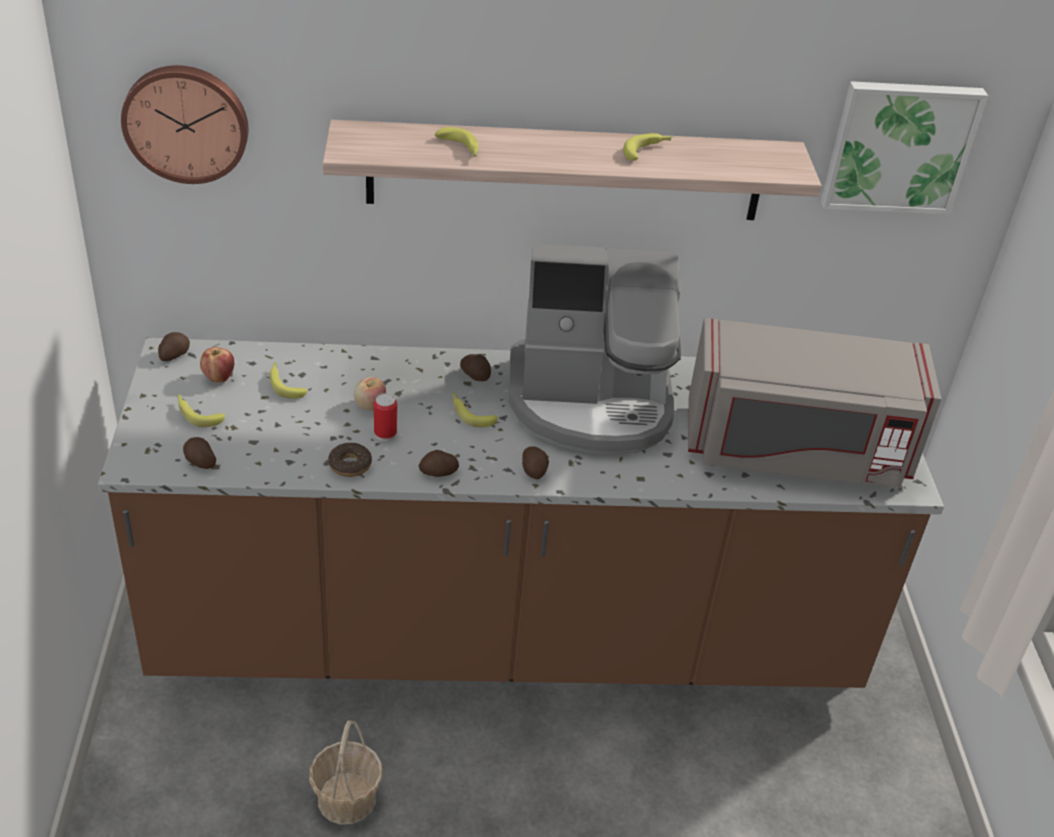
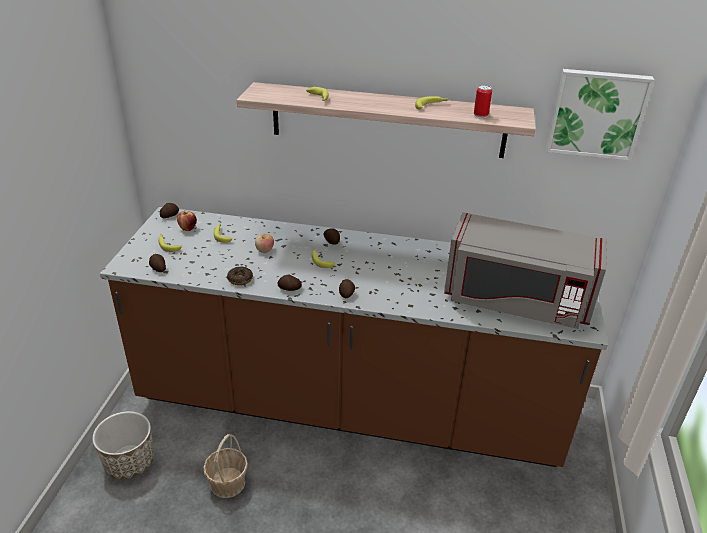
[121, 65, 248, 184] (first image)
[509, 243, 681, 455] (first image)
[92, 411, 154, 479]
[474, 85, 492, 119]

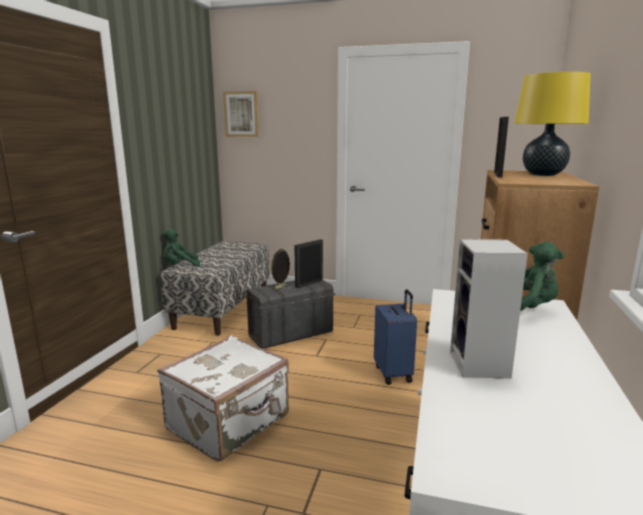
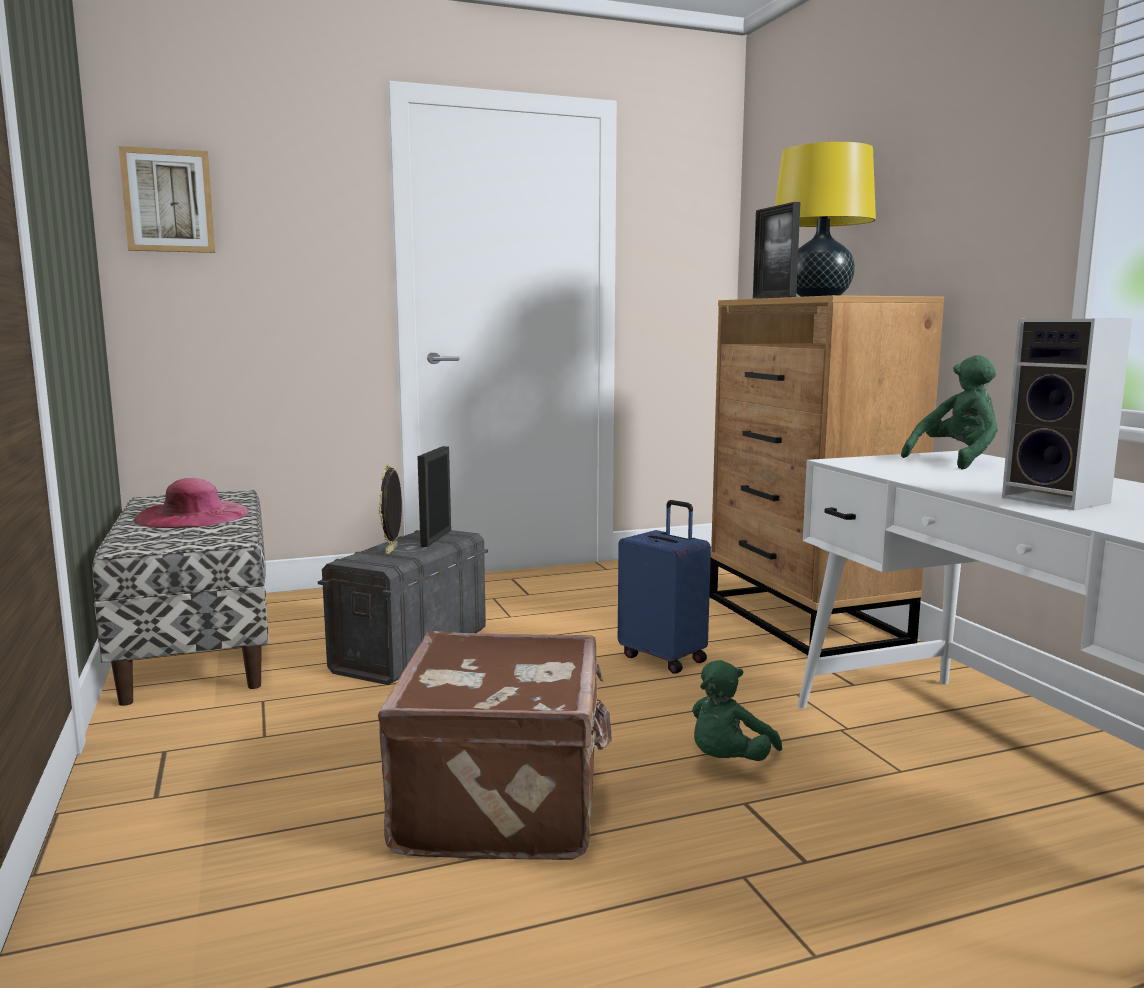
[133, 478, 249, 528]
[692, 660, 782, 761]
[378, 631, 611, 860]

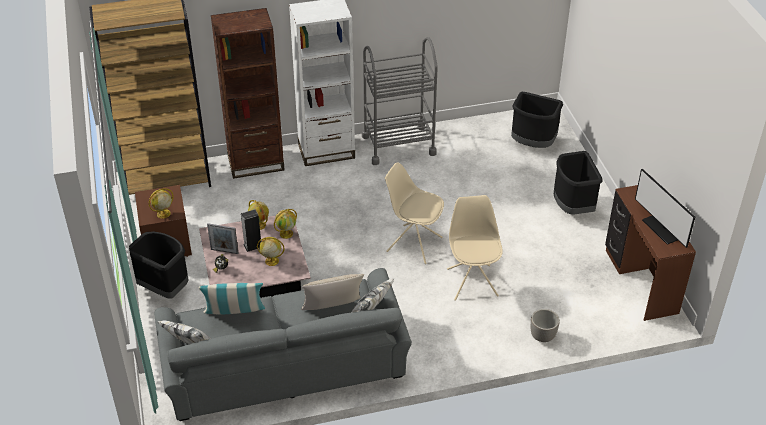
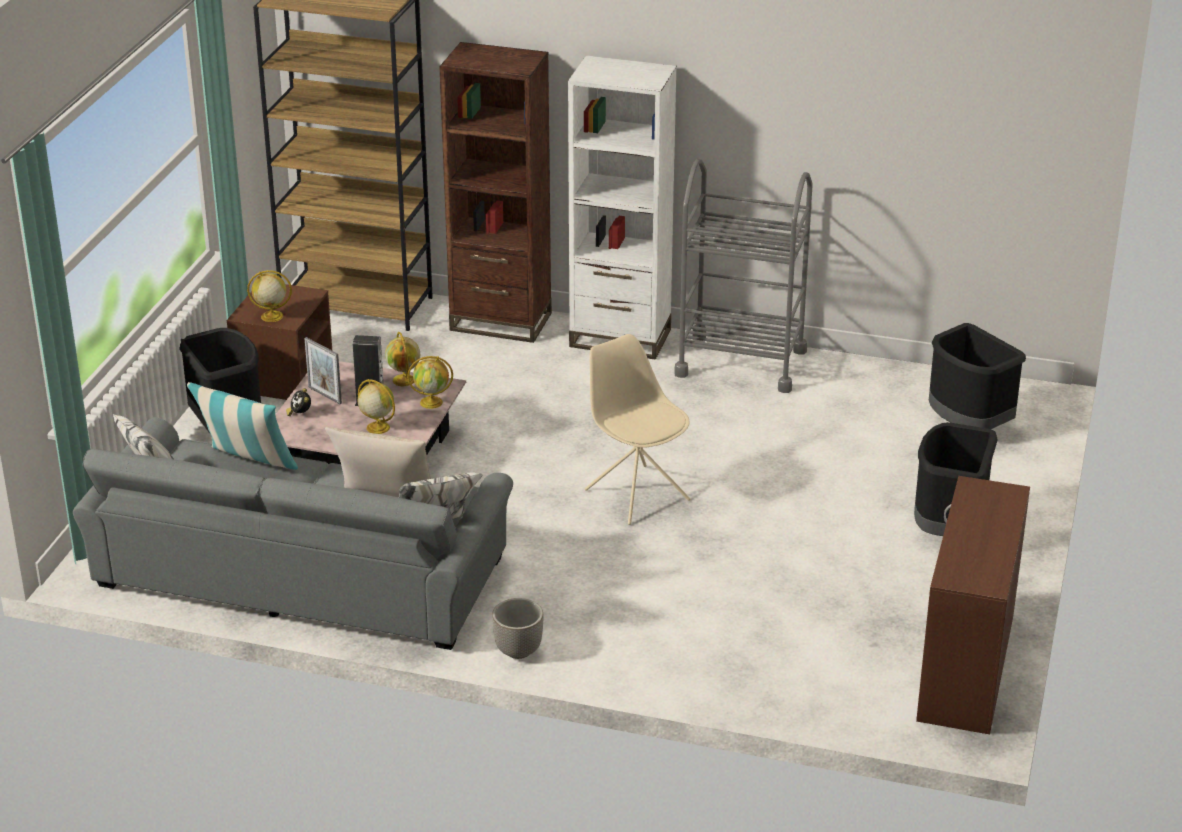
[447, 195, 503, 301] (first image)
[635, 169, 695, 248] (first image)
[492, 598, 544, 659]

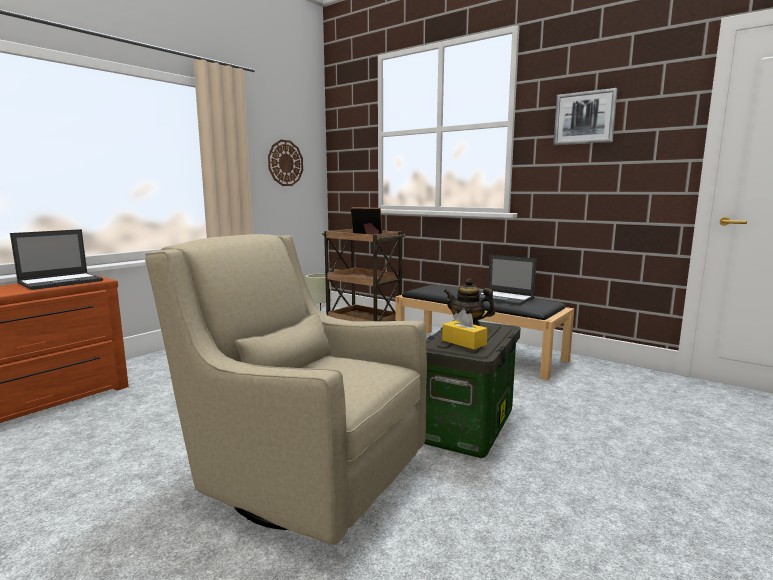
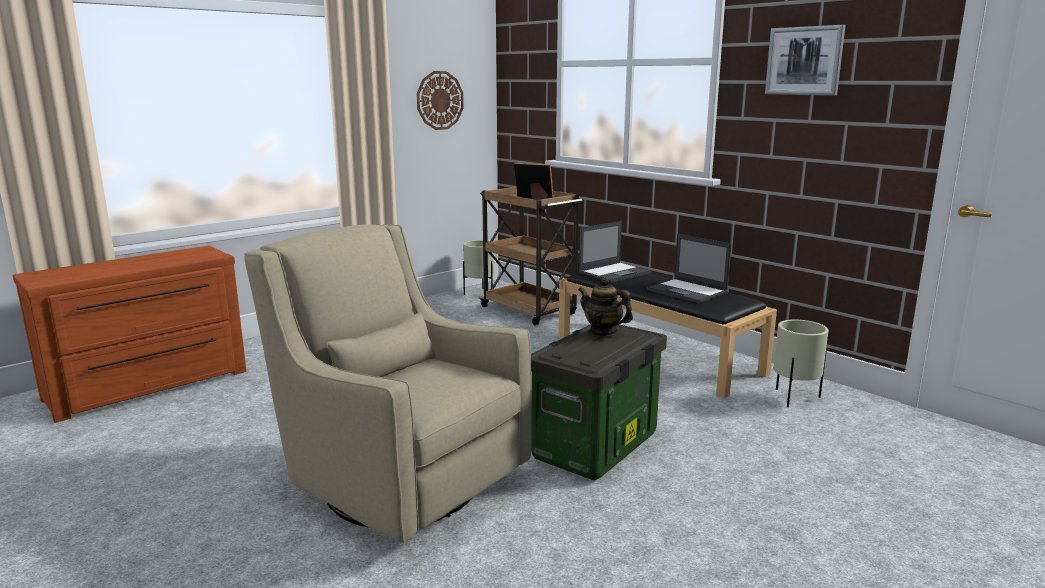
[442, 310, 488, 350] (first image)
[773, 320, 829, 408]
[579, 221, 651, 283]

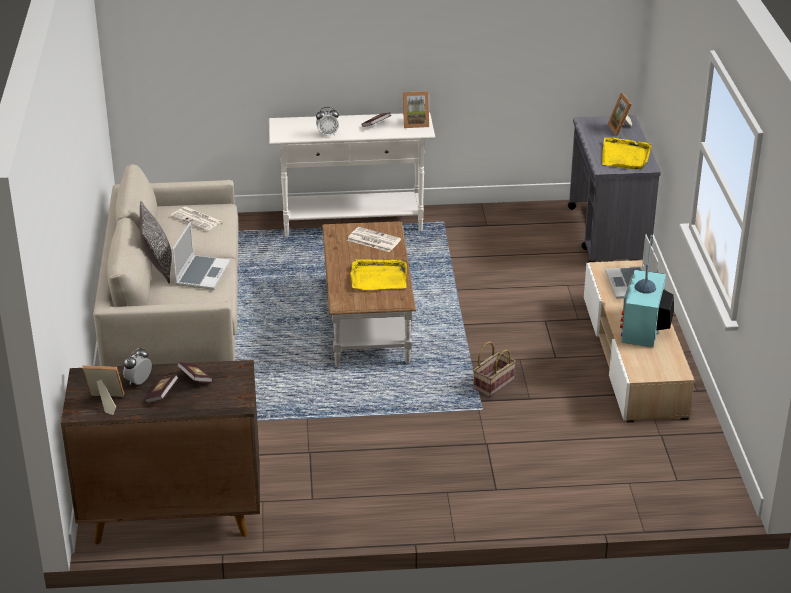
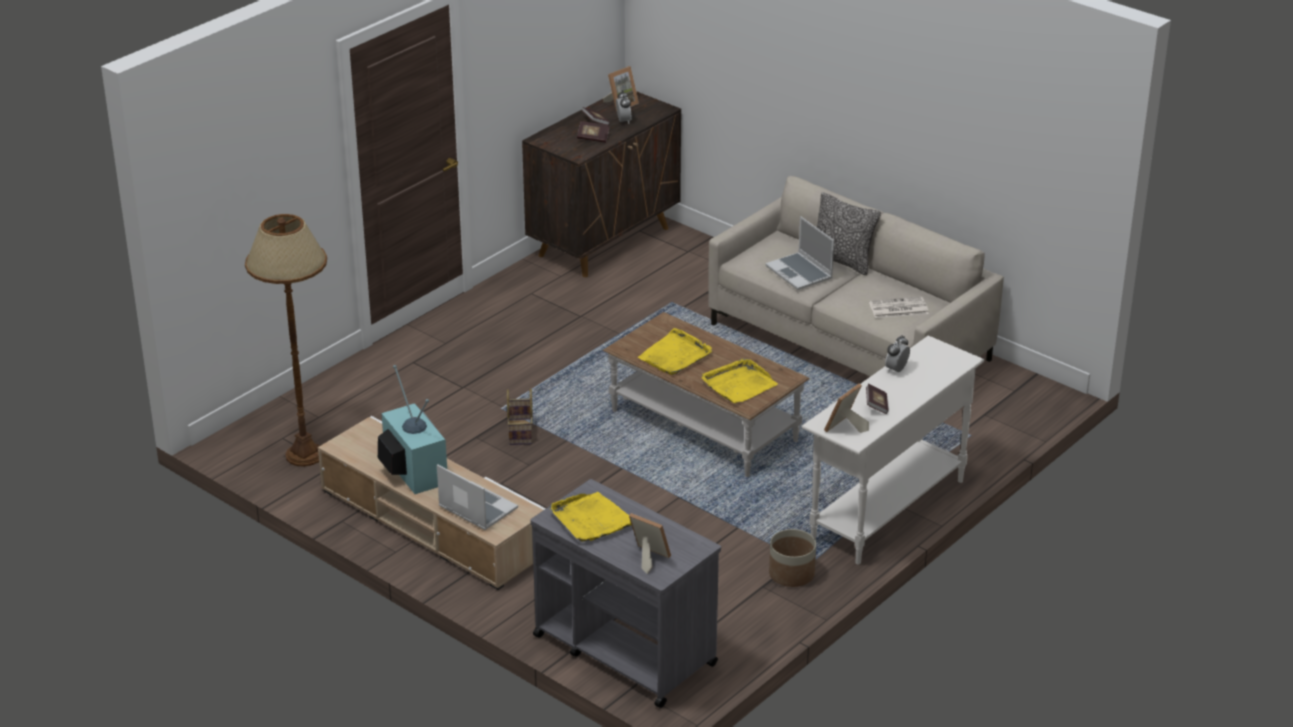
[245, 214, 327, 467]
[769, 529, 816, 587]
[702, 359, 778, 404]

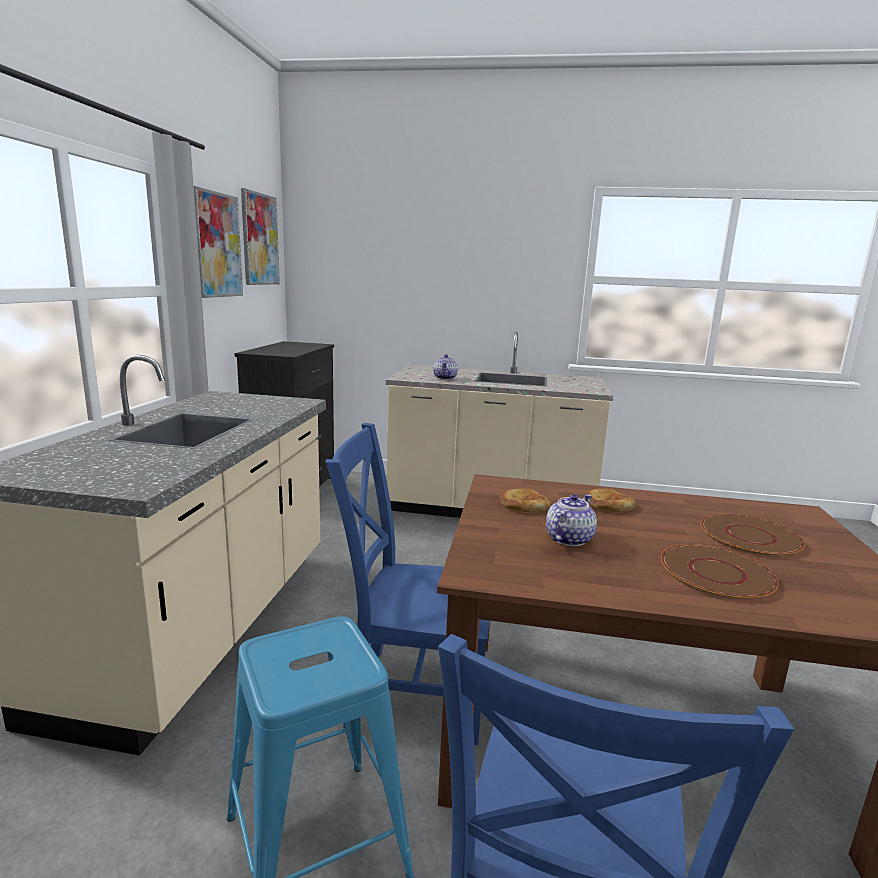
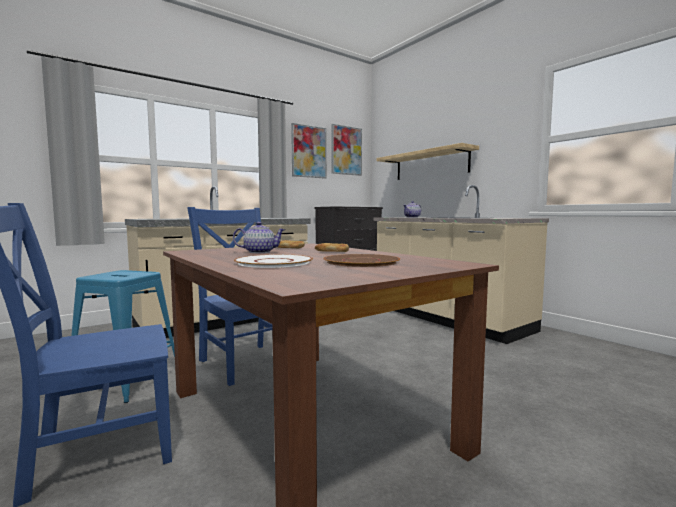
[377, 143, 479, 180]
[234, 255, 313, 268]

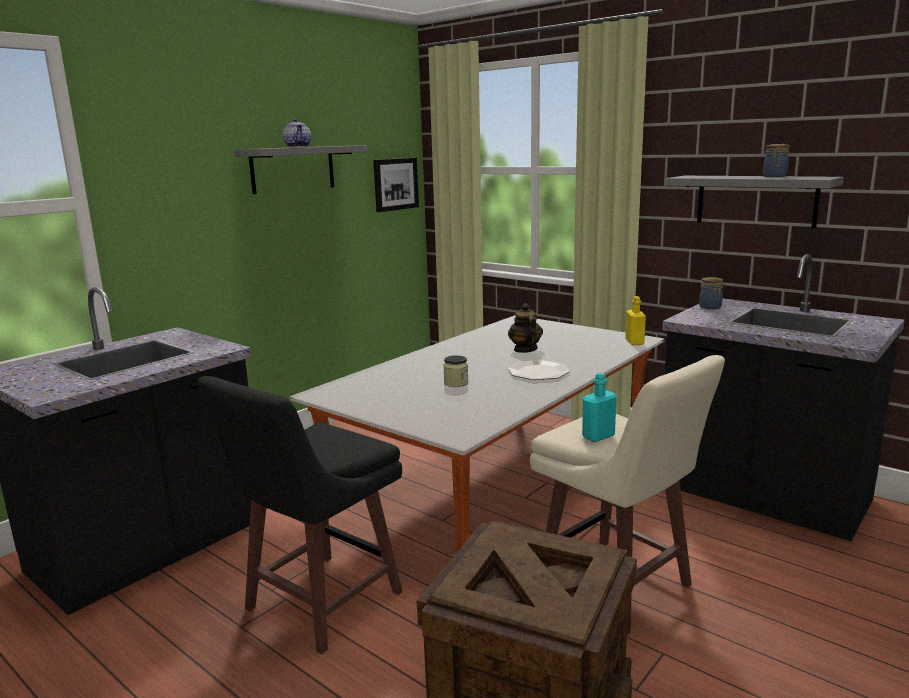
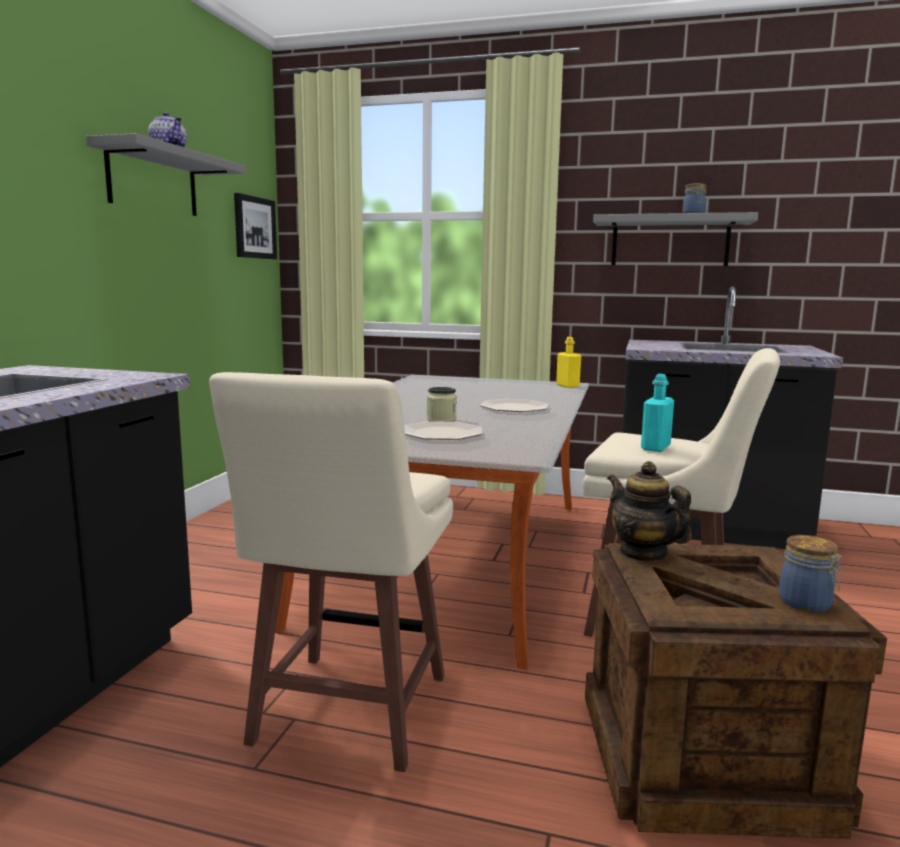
[404, 421, 483, 440]
[607, 461, 692, 562]
[779, 535, 842, 613]
[209, 372, 453, 772]

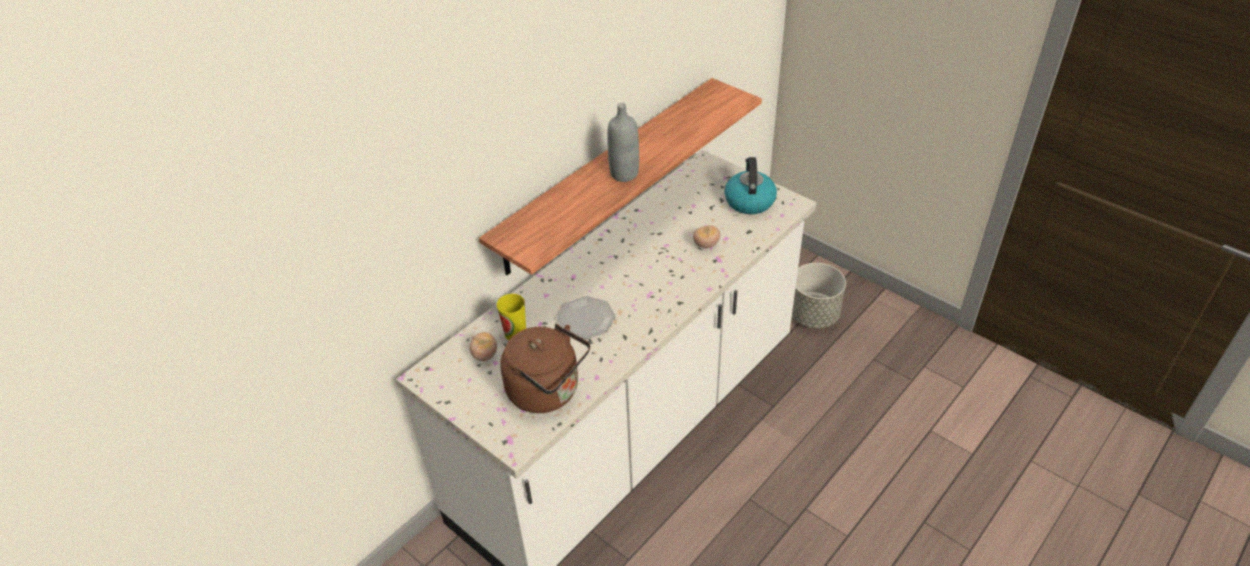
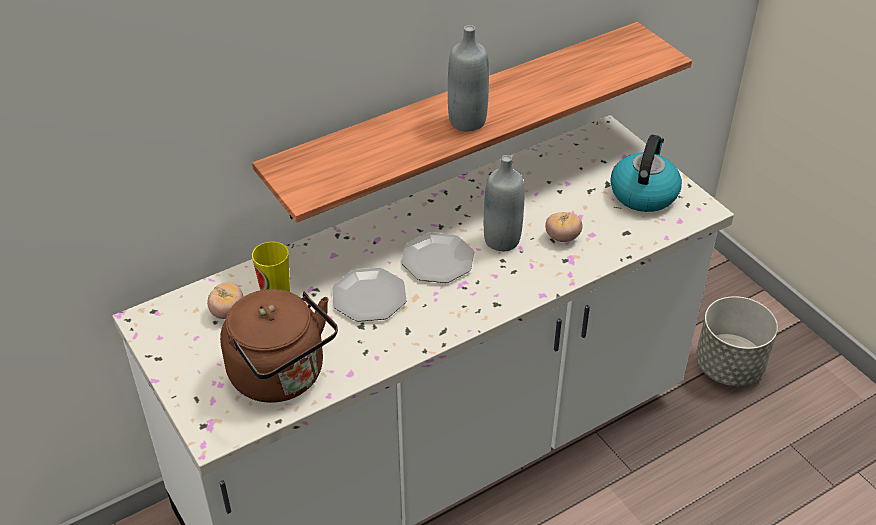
[401, 232, 474, 283]
[484, 155, 525, 251]

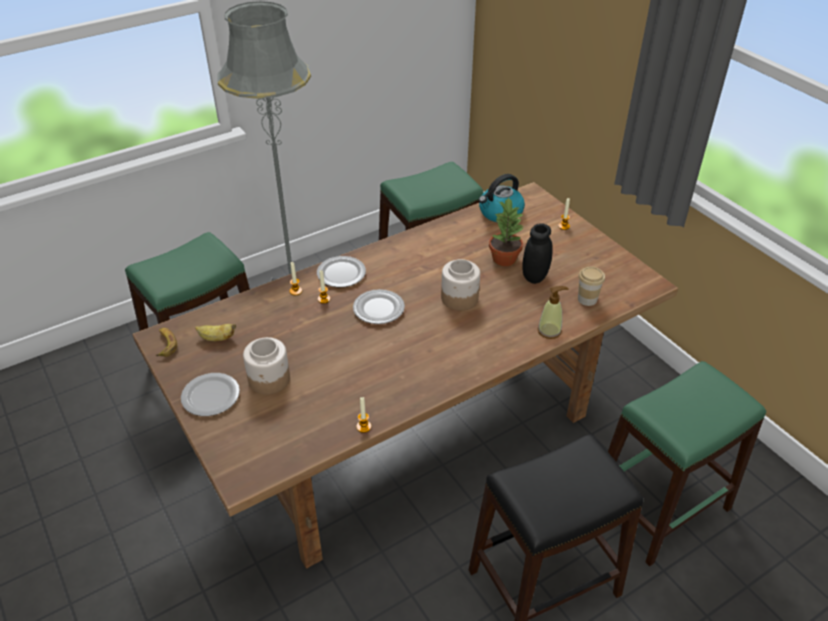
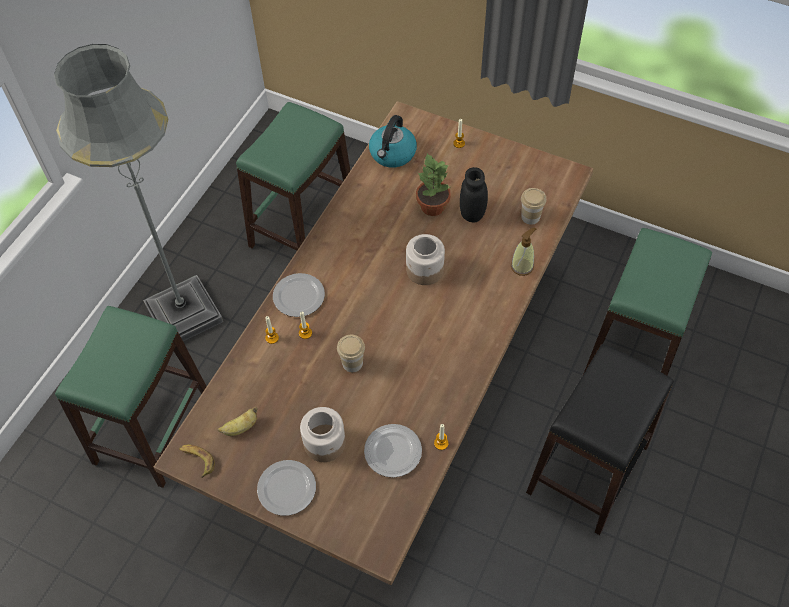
[337, 335, 365, 372]
[364, 424, 422, 478]

